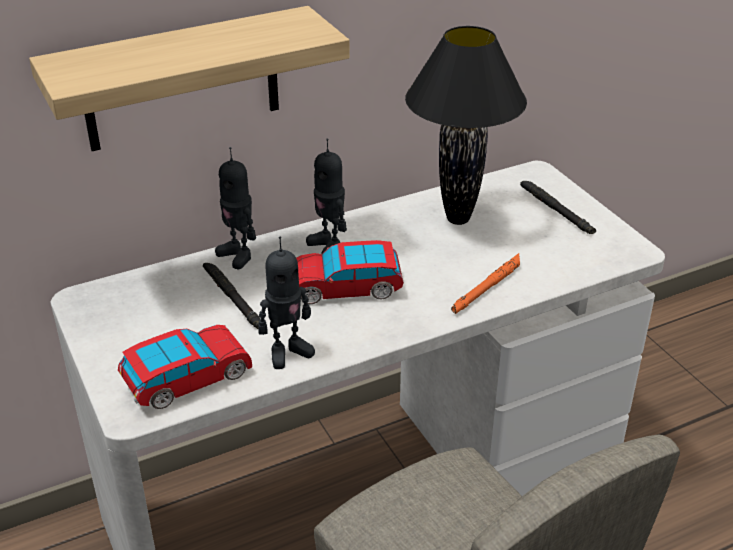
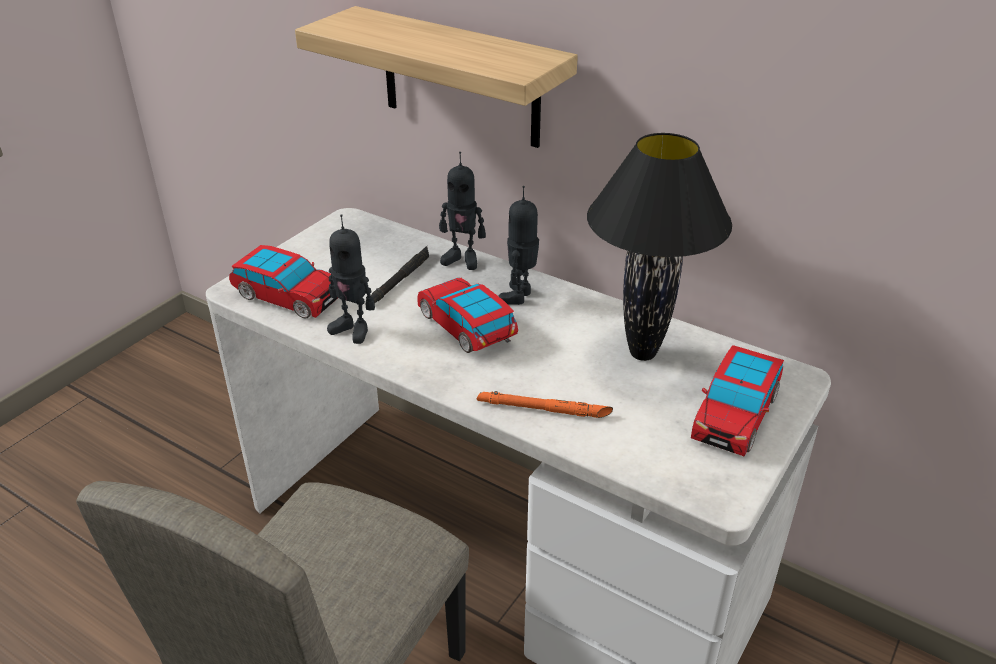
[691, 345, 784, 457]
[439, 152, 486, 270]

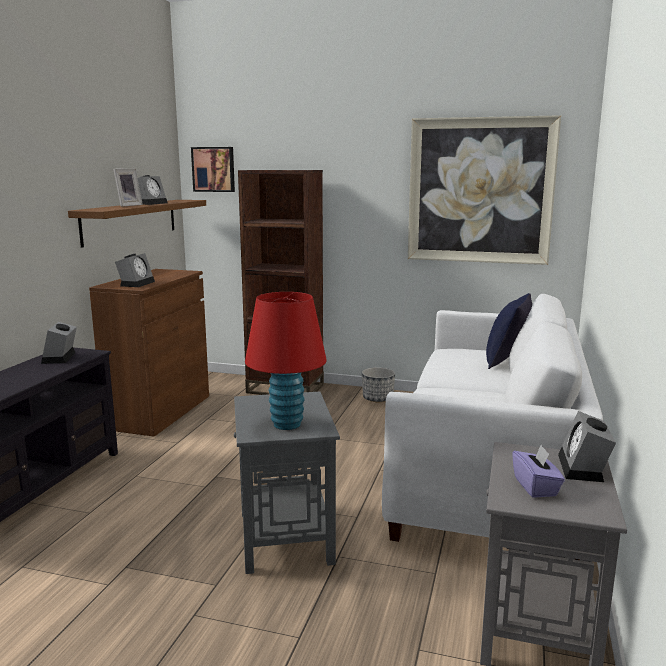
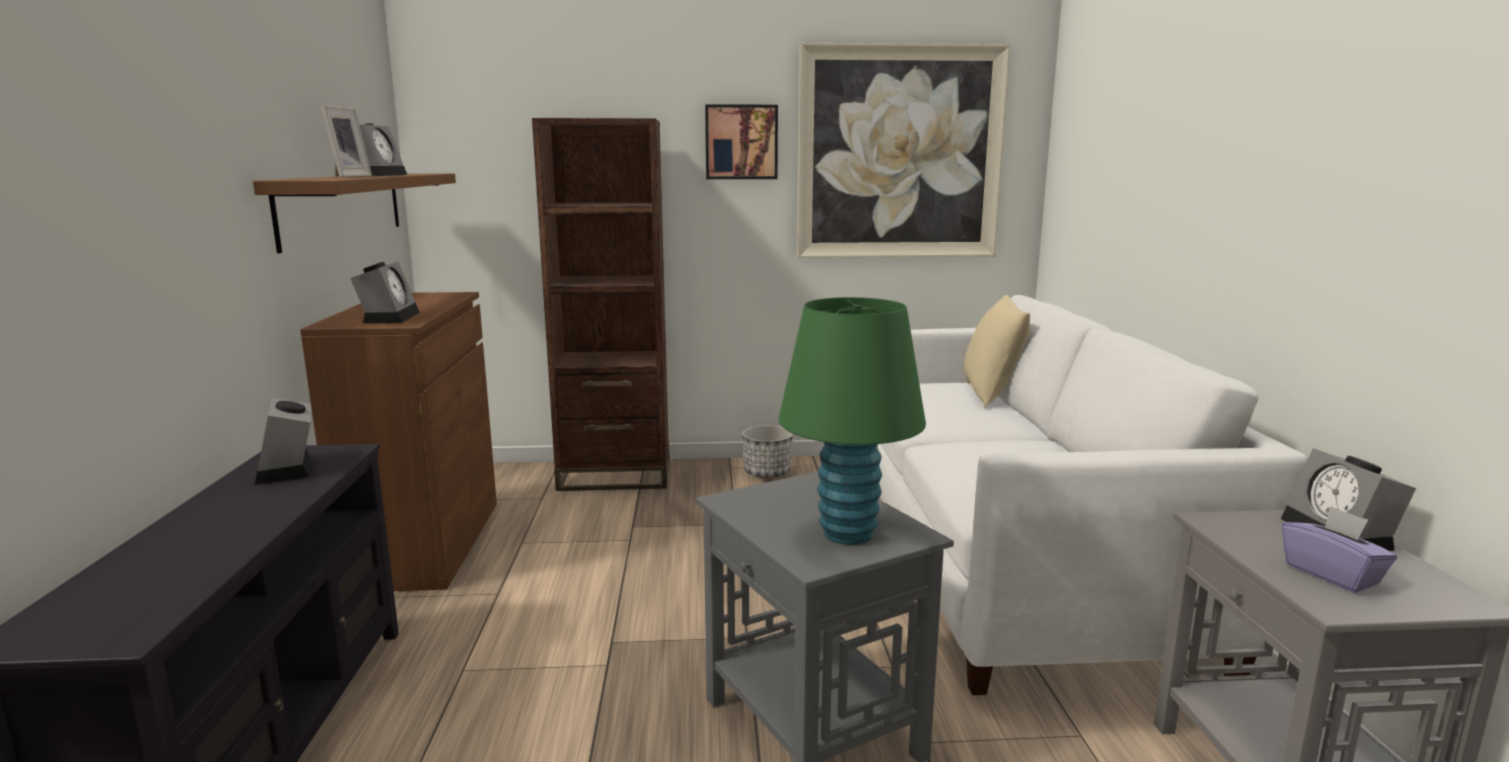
[705, 104, 778, 179]
[778, 297, 926, 545]
[964, 295, 1030, 408]

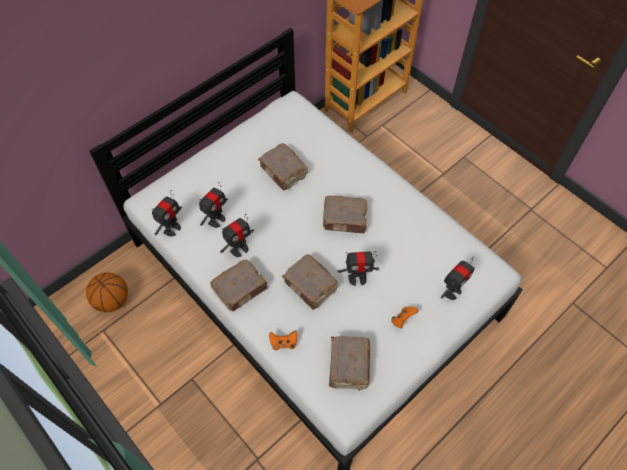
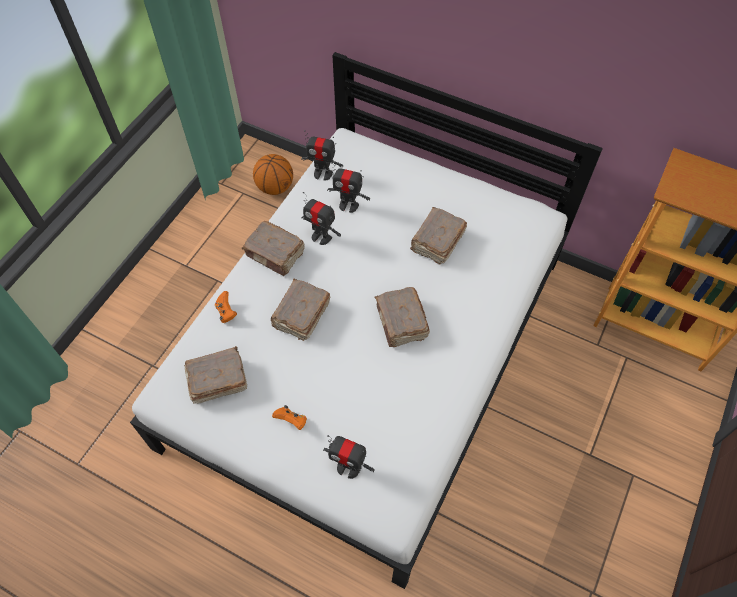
[338, 251, 380, 286] (first image)

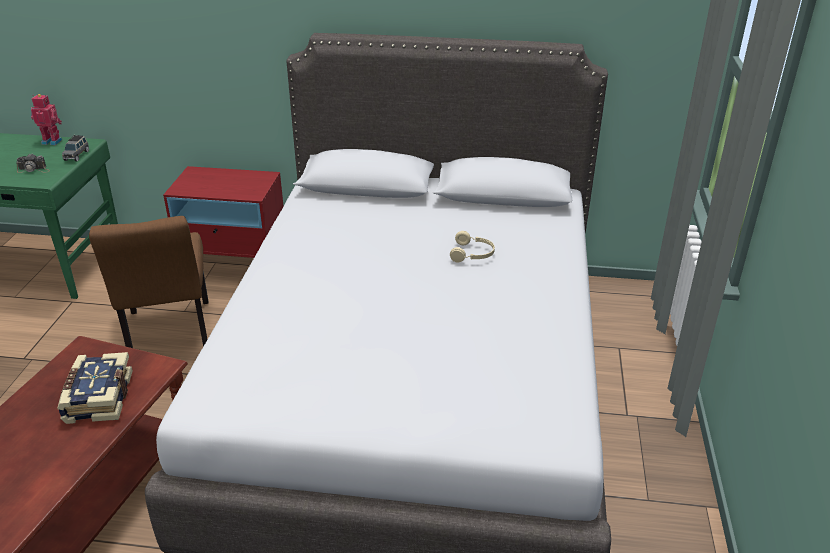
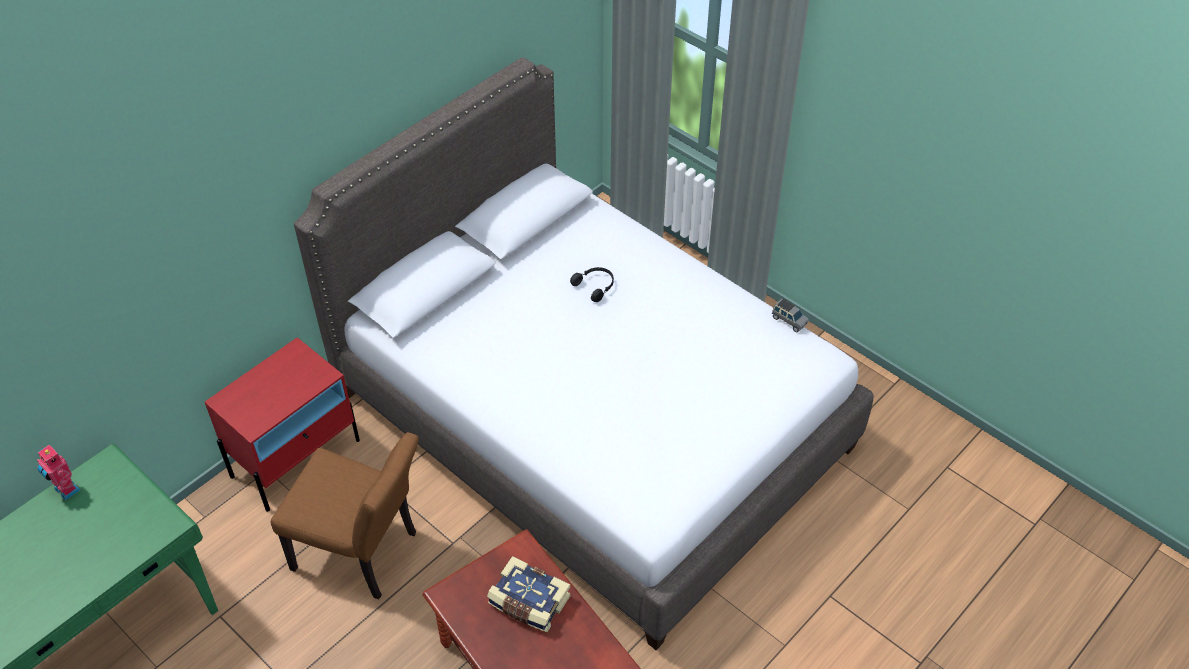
[16, 154, 50, 173] (first image)
[772, 299, 808, 332]
[570, 267, 614, 302]
[37, 445, 81, 500]

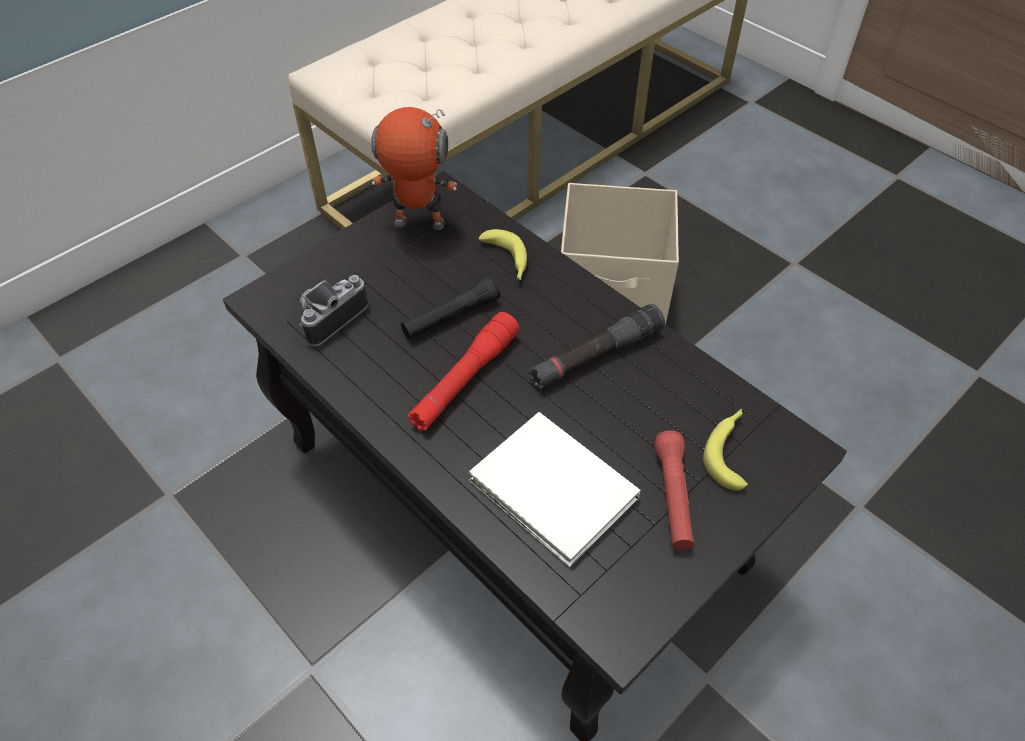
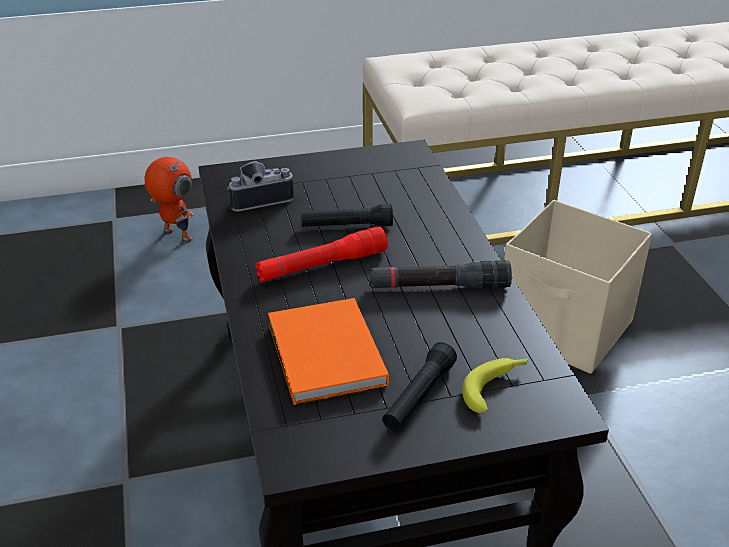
[479, 229, 527, 280] (first image)
[144, 157, 194, 243]
[268, 298, 389, 405]
[382, 342, 457, 431]

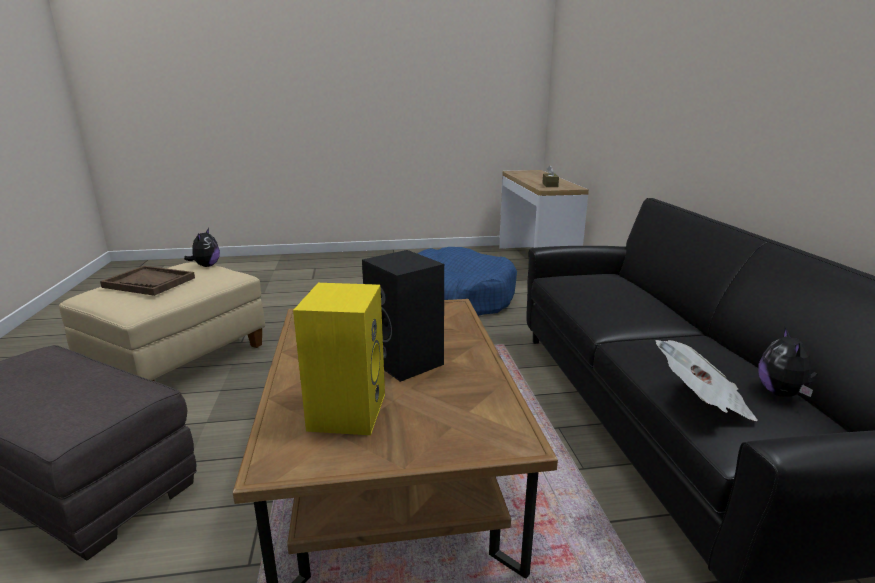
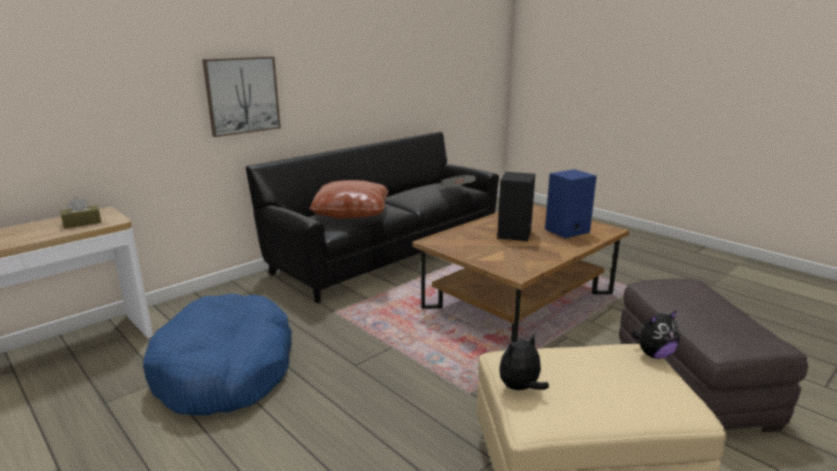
[100, 266, 195, 296] (first image)
[202, 56, 281, 137]
[310, 180, 388, 219]
[631, 310, 680, 359]
[545, 169, 597, 239]

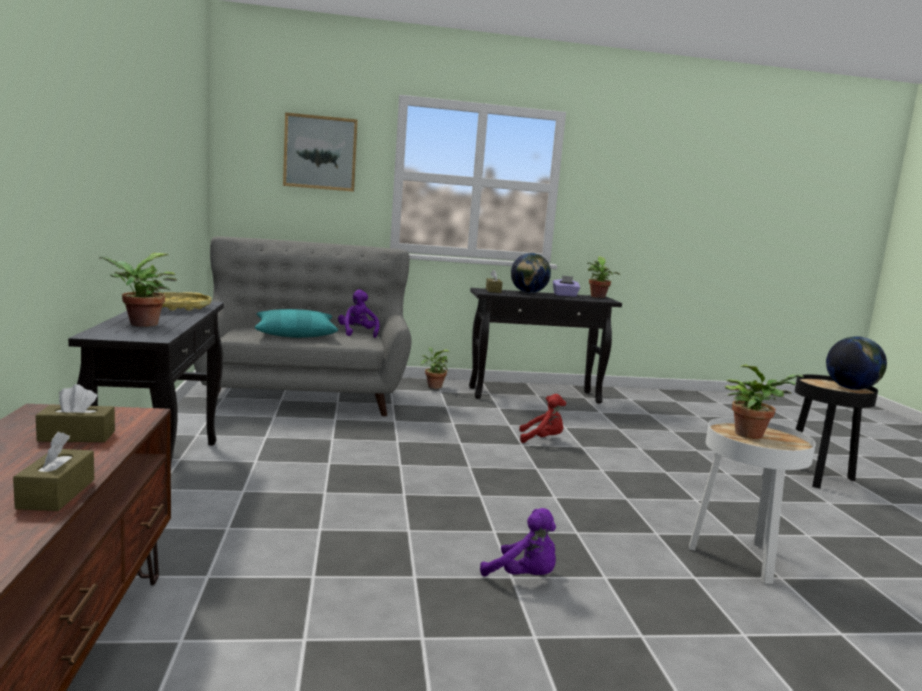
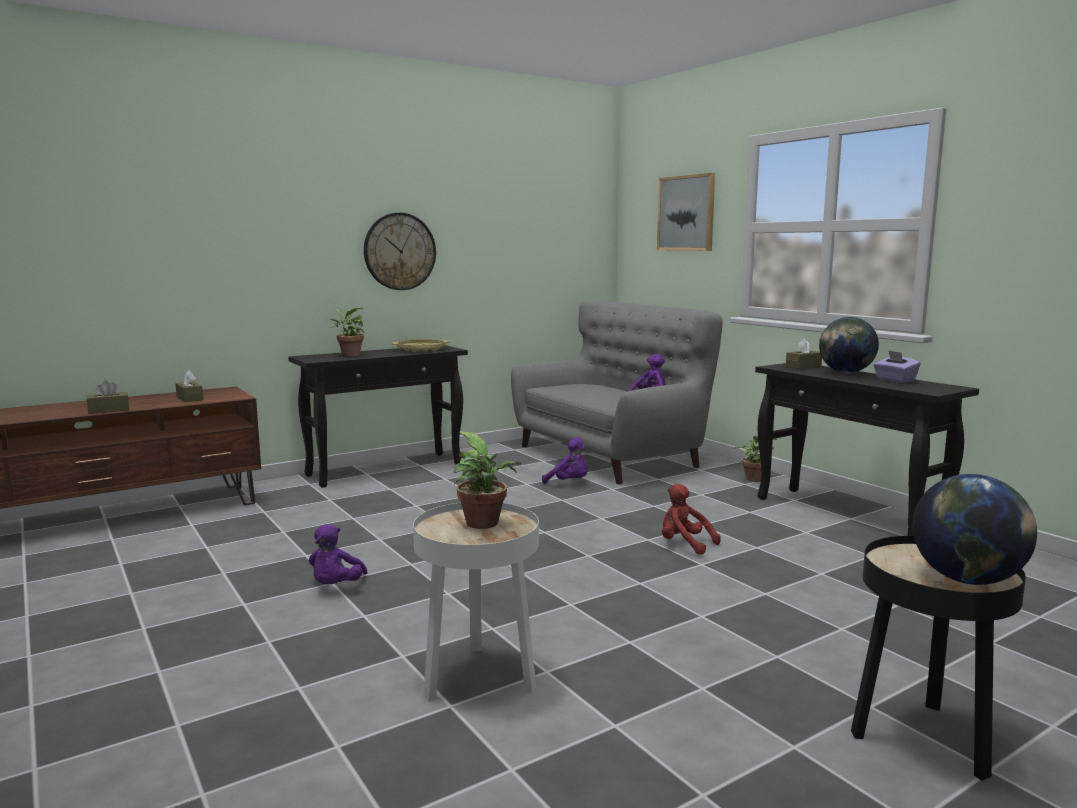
[255, 309, 338, 338] (first image)
[587, 256, 620, 298] (first image)
[364, 213, 436, 290]
[542, 437, 588, 484]
[662, 484, 721, 555]

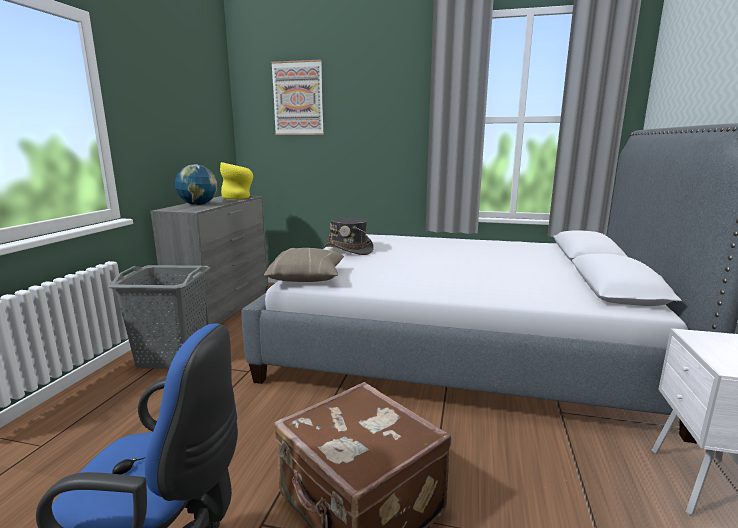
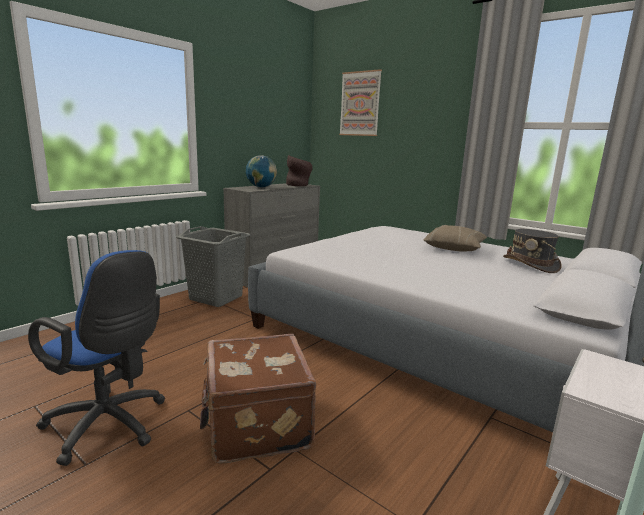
[424, 225, 487, 252]
[503, 229, 562, 273]
[286, 155, 313, 186]

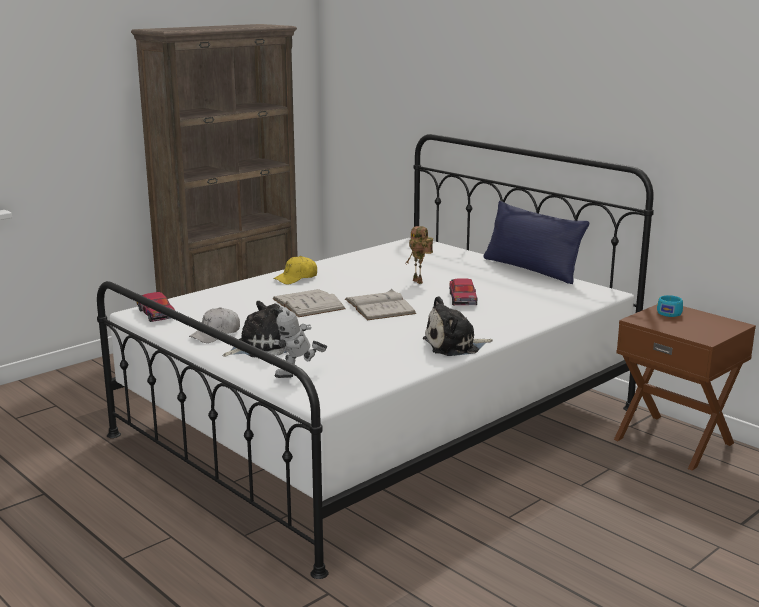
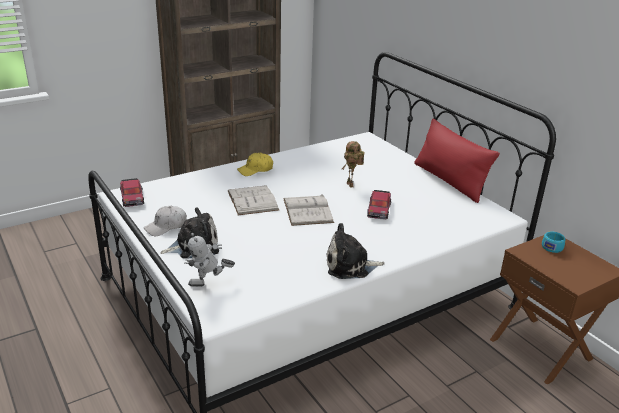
[414, 118, 500, 203]

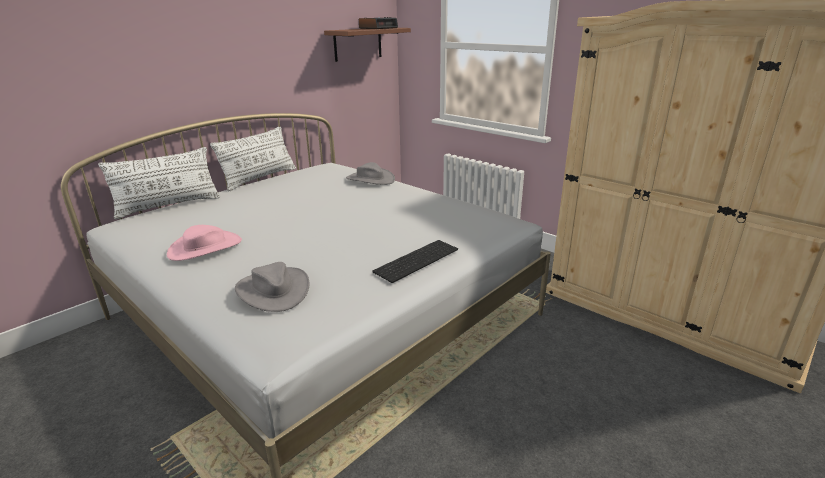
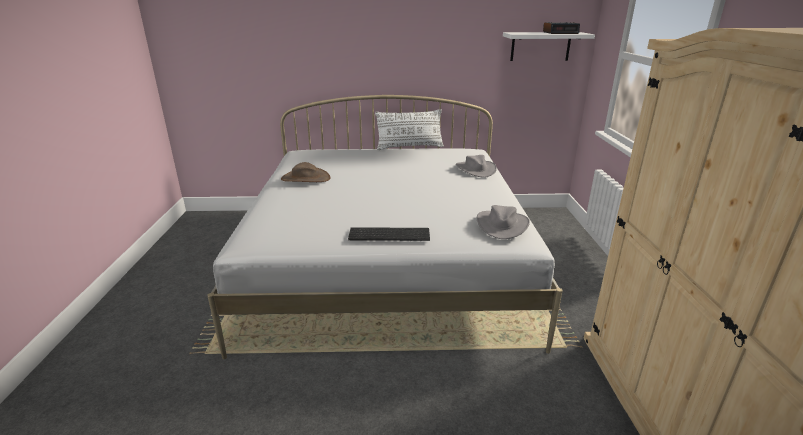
[98, 147, 220, 219] (first image)
[477, 205, 530, 239]
[281, 162, 331, 182]
[503, 32, 595, 61]

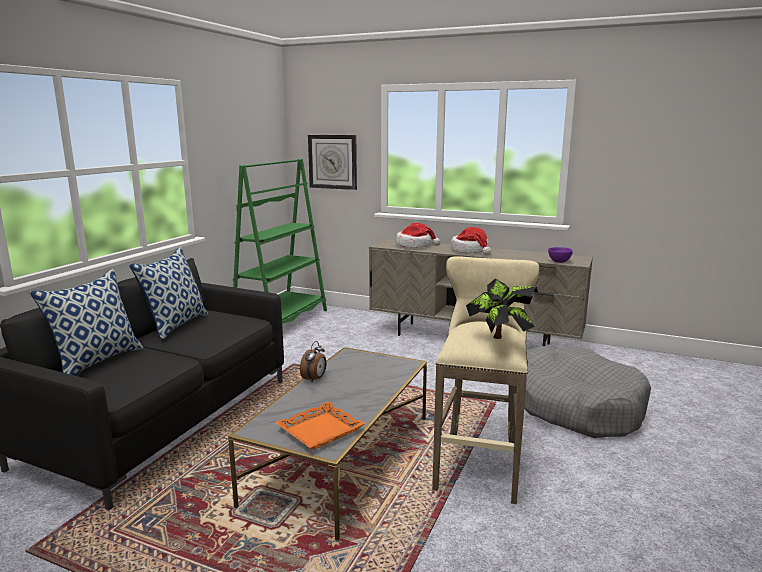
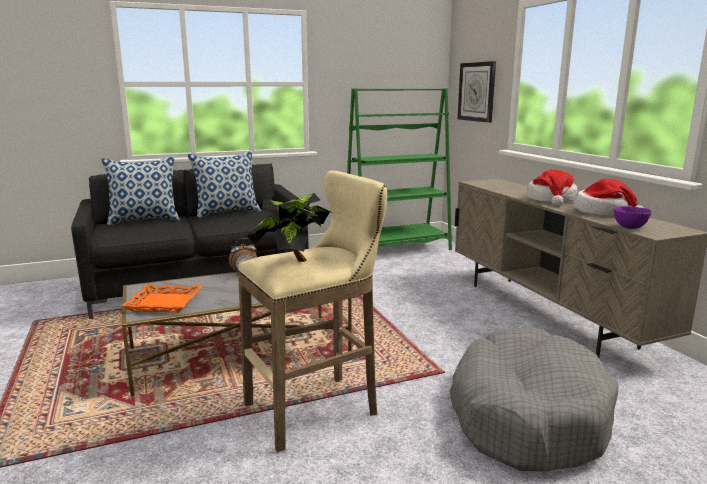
[573, 179, 644, 216]

